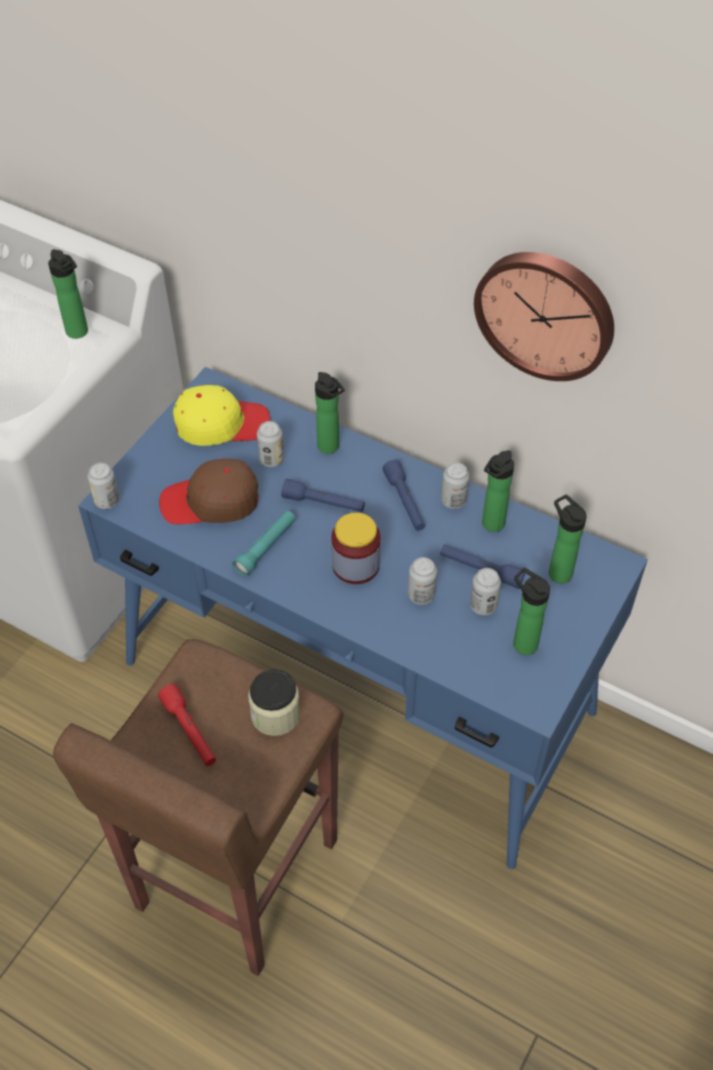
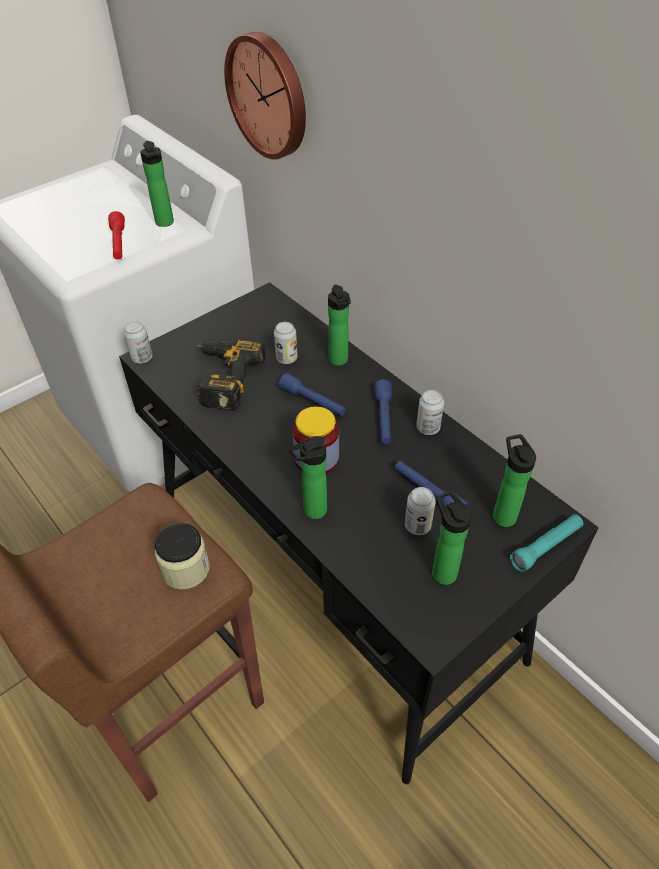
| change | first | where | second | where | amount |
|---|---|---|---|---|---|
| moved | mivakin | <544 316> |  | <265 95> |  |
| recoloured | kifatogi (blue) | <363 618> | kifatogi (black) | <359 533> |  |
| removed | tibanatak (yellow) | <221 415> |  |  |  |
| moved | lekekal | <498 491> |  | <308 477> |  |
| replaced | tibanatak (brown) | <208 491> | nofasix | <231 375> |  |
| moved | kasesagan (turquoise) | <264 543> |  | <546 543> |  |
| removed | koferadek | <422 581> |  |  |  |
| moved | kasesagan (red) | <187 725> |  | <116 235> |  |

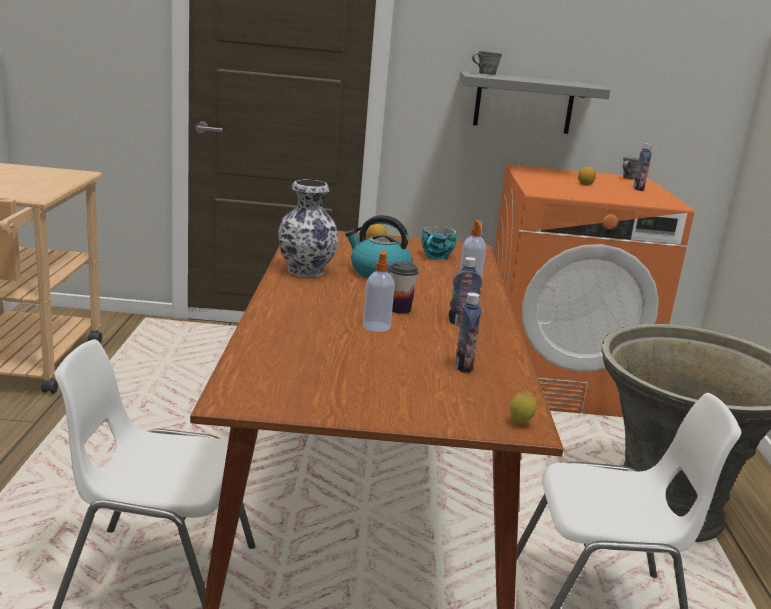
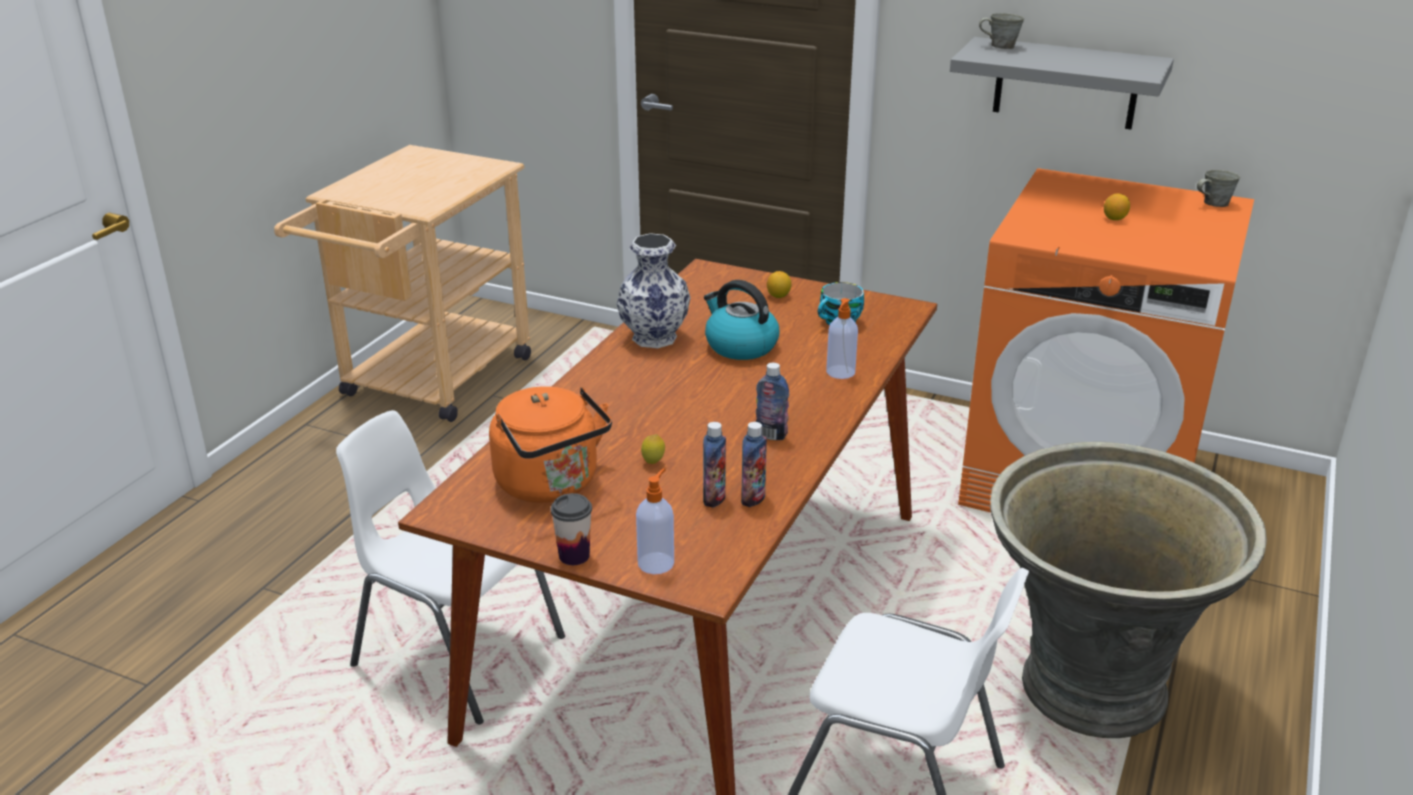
| change | first | where | second | where | amount |
|---|---|---|---|---|---|
| moved | lekekal | <642 167> |  | <754 464> |  |
| moved | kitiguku | <379 290> |  | <655 521> |  |
| moved | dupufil | <404 288> |  | <571 529> |  |
| moved | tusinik | <523 407> |  | <653 449> |  |
| added |  |  | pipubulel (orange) | <550 444> |  |

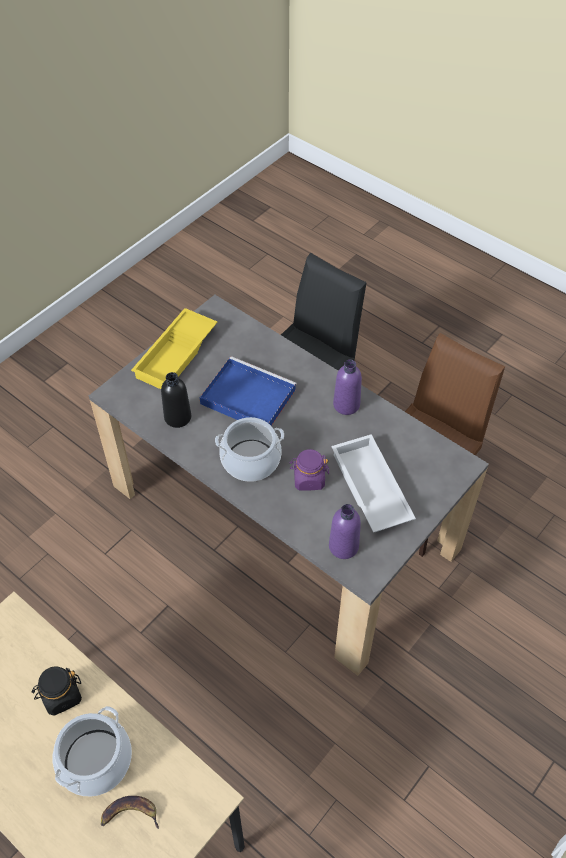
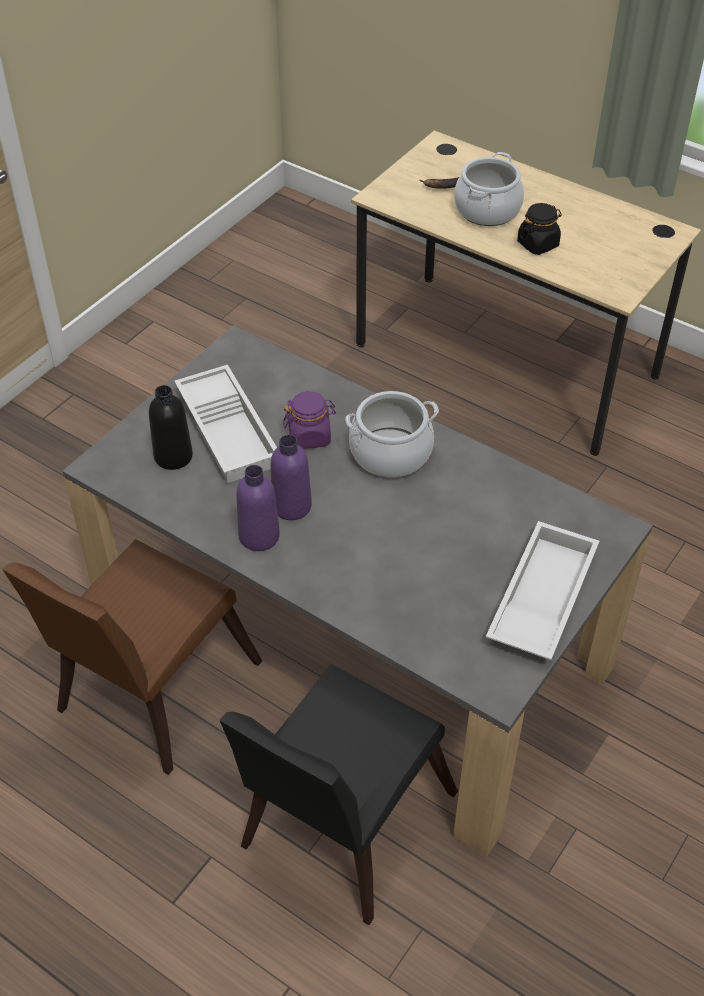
| change | first | where | second | where | amount |
|---|---|---|---|---|---|
| recoloured | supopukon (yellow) | <174 348> | supopukon (white) | <543 590> |  |
| removed | supopukon (blue) | <248 391> |  |  |  |
| moved | lekekal (black) | <176 400> |  | <171 427> |  |
| moved | lekekal (purple) | <345 531> |  | <291 477> |  |

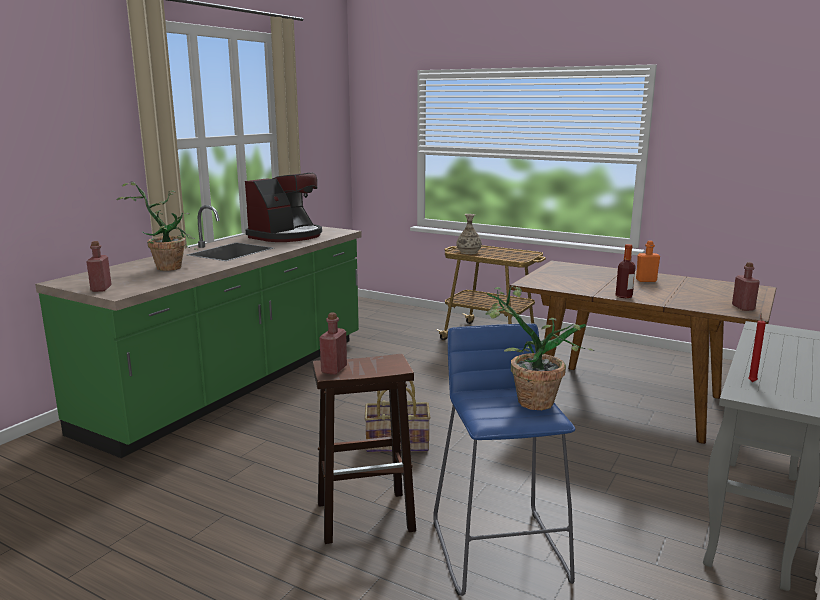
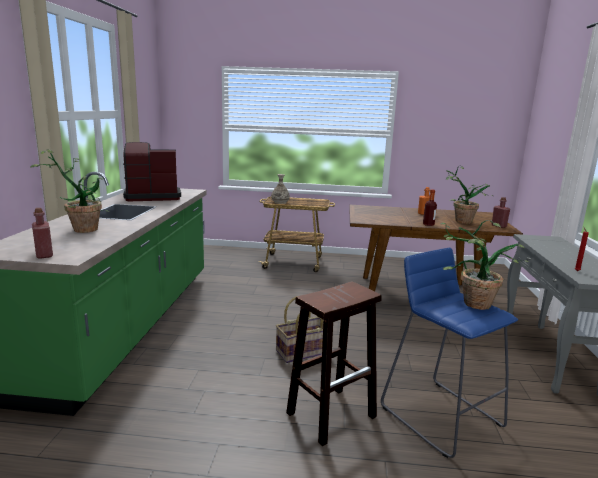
| change | first | where | second | where | amount |
|---|---|---|---|---|---|
| turned | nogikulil | <283 207> |  | <152 171> | 120 degrees counterclockwise |
| removed | lekekal (red) | <333 344> |  |  |  |
| added |  |  | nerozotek | <469 195> |  |

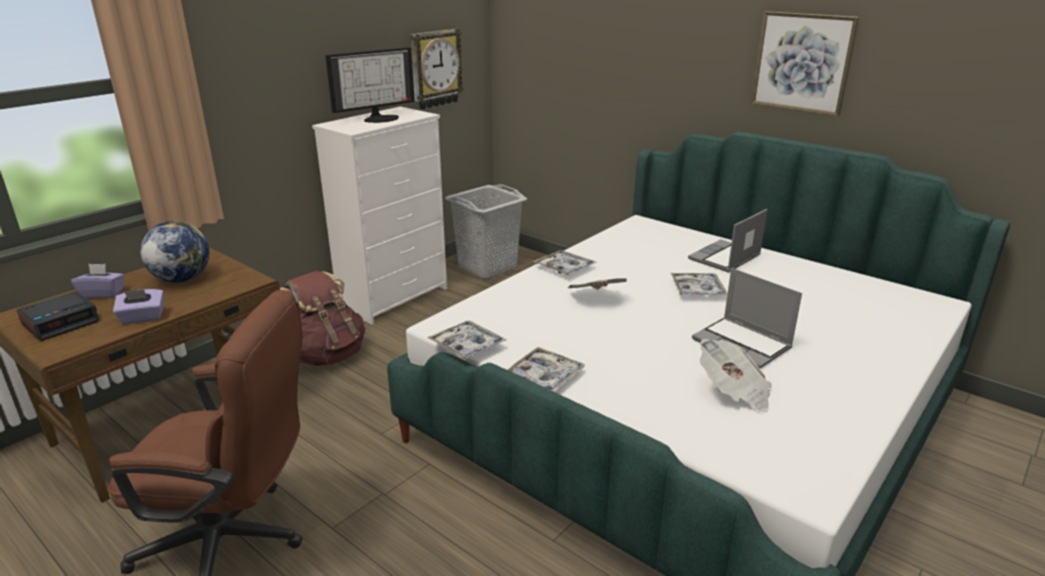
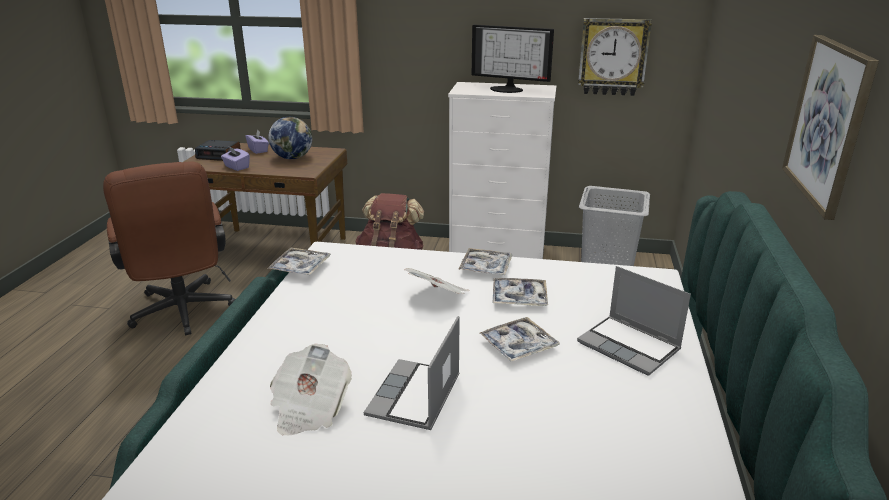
| change | first | where | second | where | amount |
|---|---|---|---|---|---|
| turned | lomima | <727 241> |  | <634 321> | 150 degrees counterclockwise |
| moved | supopukon | <546 369> |  | <520 292> |  |

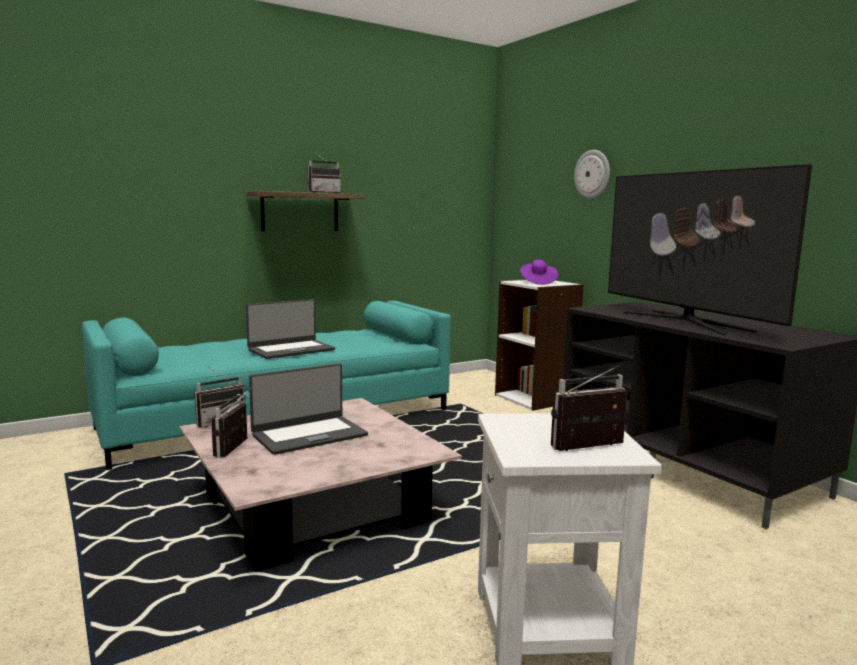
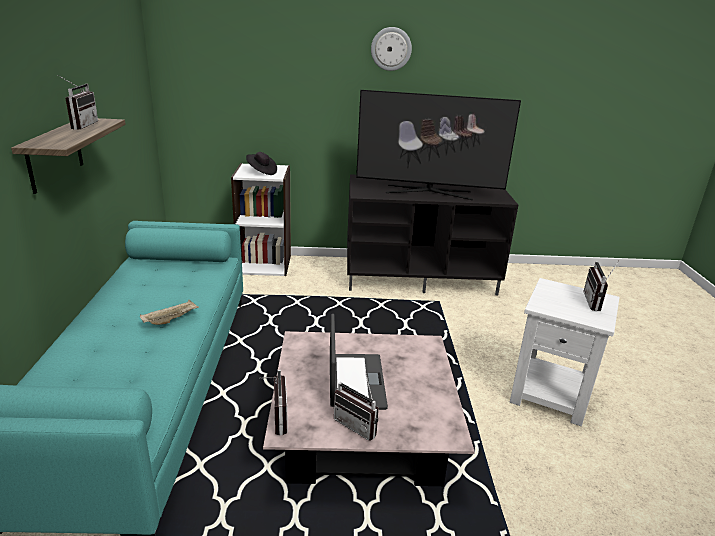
| change | first | where | second | where | amount |
|---|---|---|---|---|---|
| moved | mivakin | <592 174> |  | <391 49> |  |
| recoloured | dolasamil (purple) | <539 272> | dolasamil (black) | <261 163> |  |
| replaced | lomima | <290 329> | supopukon (beige) | <169 312> |  |

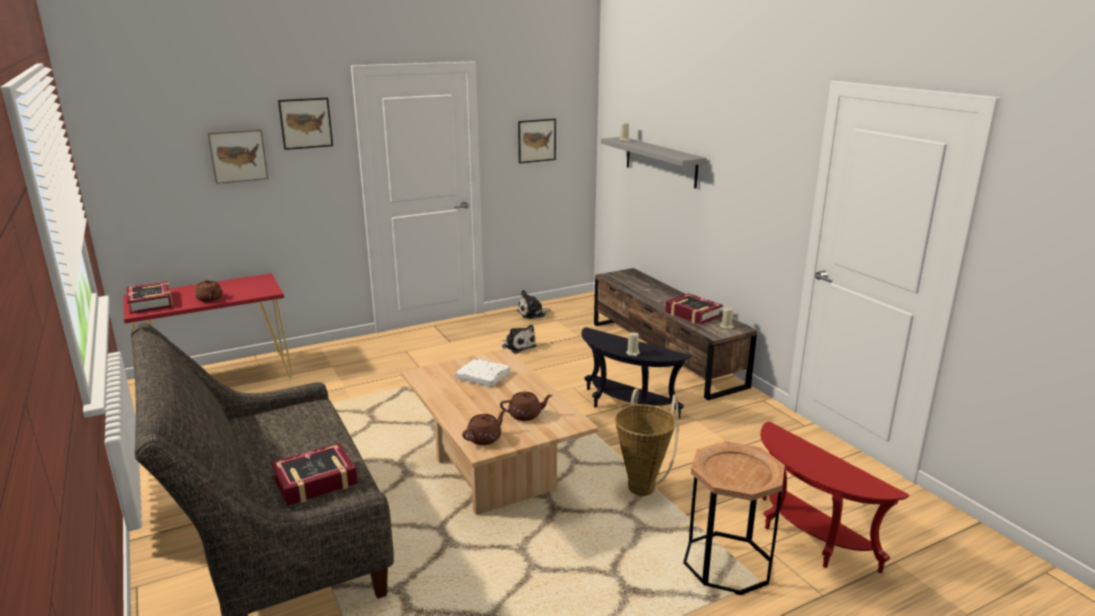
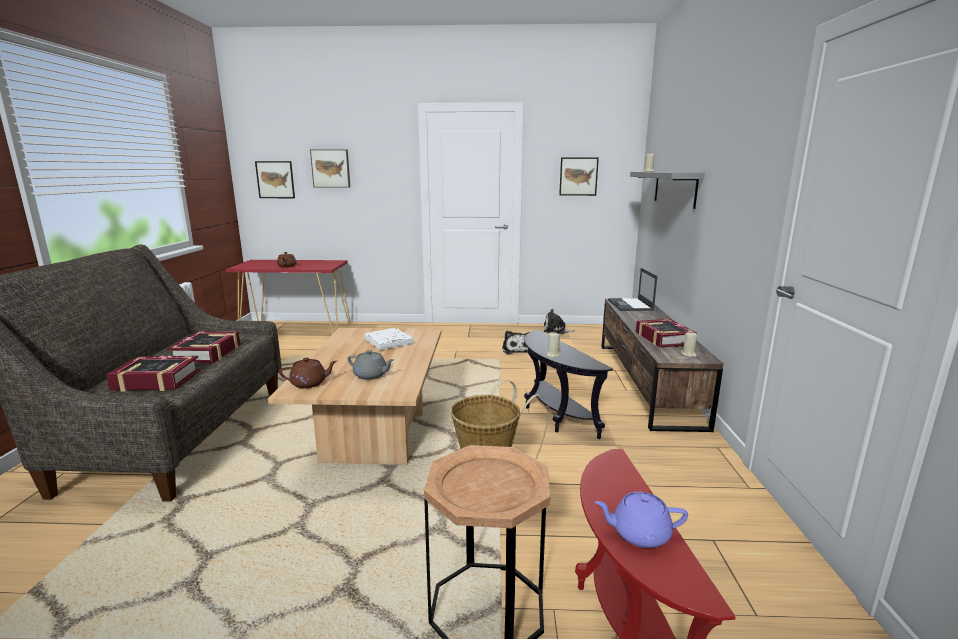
| change | first | where | second | where | amount |
|---|---|---|---|---|---|
| moved | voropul | <305 124> |  | <275 179> |  |
| moved | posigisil | <150 297> |  | <203 347> |  |
| recoloured | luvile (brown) | <526 406> | luvile (grey) | <371 365> |  |
| added |  |  | lomima | <632 289> |  |
| added |  |  | luvile (purple) | <641 520> |  |

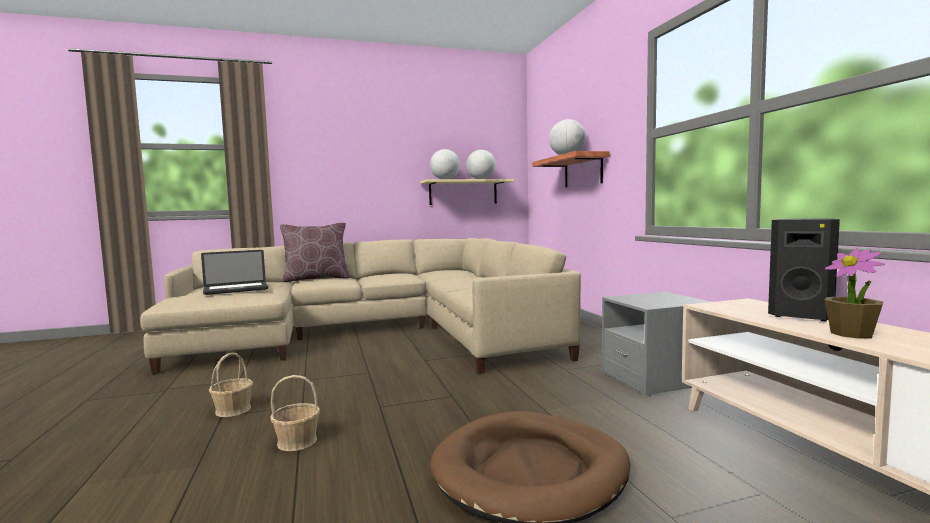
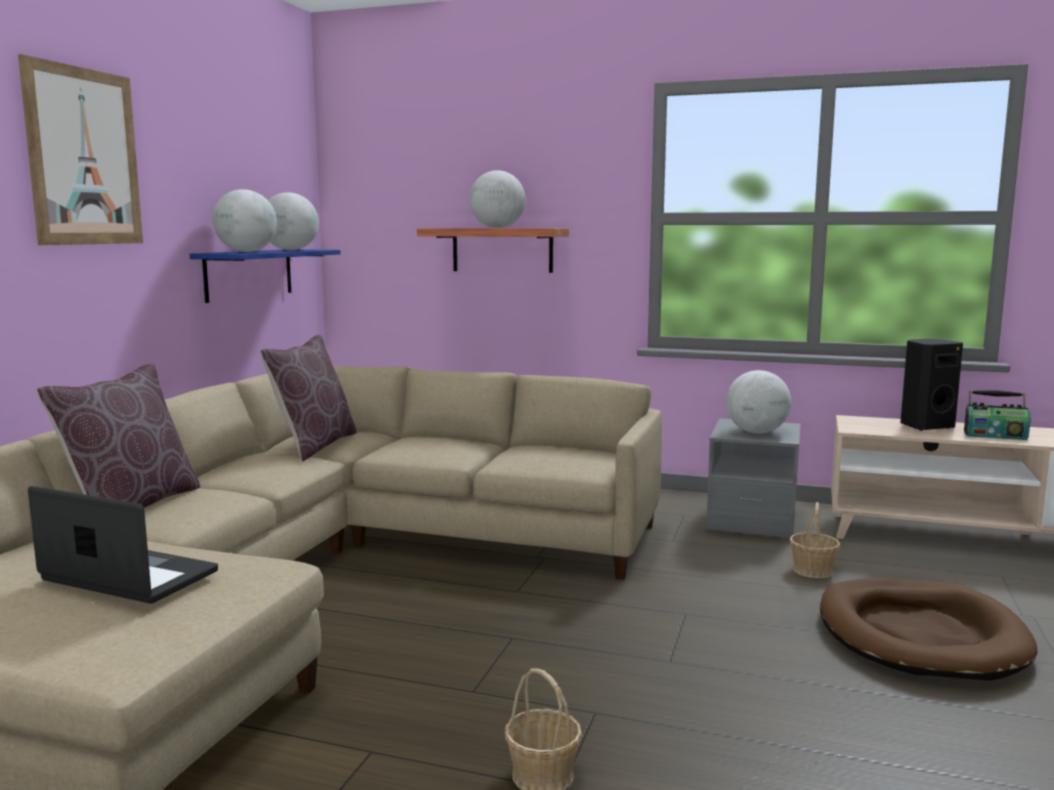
| change | first | where | second | where | amount |
|---|---|---|---|---|---|
| recoloured | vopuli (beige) | <467 192> | vopuli (blue) | <265 276> |  |
| replaced | nerozotek | <855 293> | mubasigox | <997 415> |  |
| turned | lomima | <234 272> |  | <123 545> | 75 degrees counterclockwise |
| moved | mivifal | <295 413> |  | <814 540> |  |
| added |  |  | voropul | <80 149> |  |
| added |  |  | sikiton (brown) | <308 398> |  |
| added |  |  | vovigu | <758 402> |  |

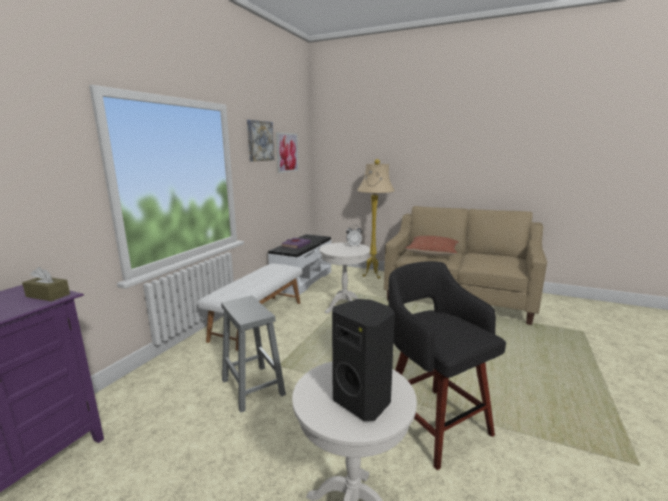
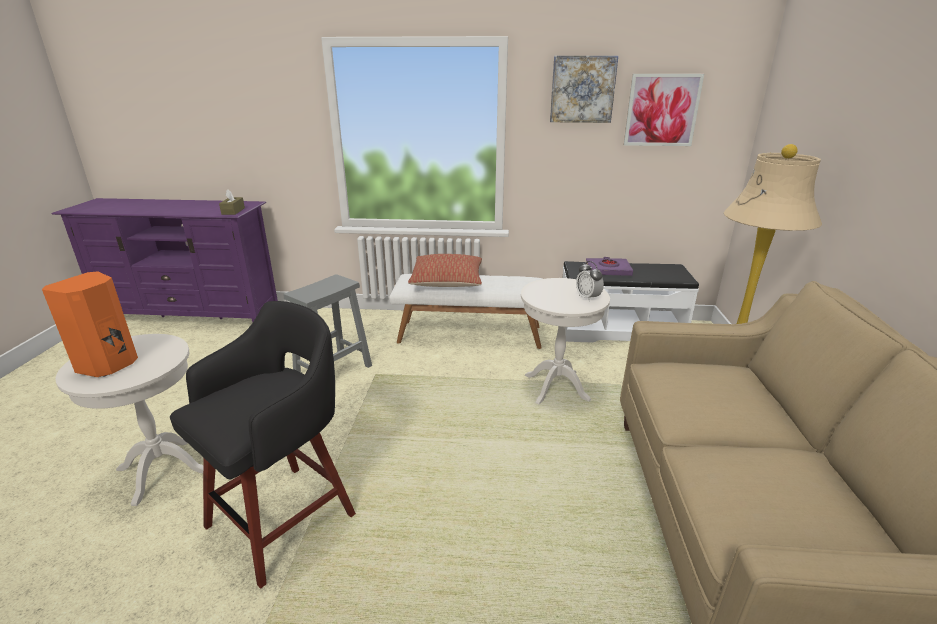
| change | first | where | second | where | amount |
|---|---|---|---|---|---|
| moved | sikiton | <432 246> |  | <445 270> |  |
| recoloured | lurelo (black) | <363 360> | lurelo (orange) | <90 324> |  |

